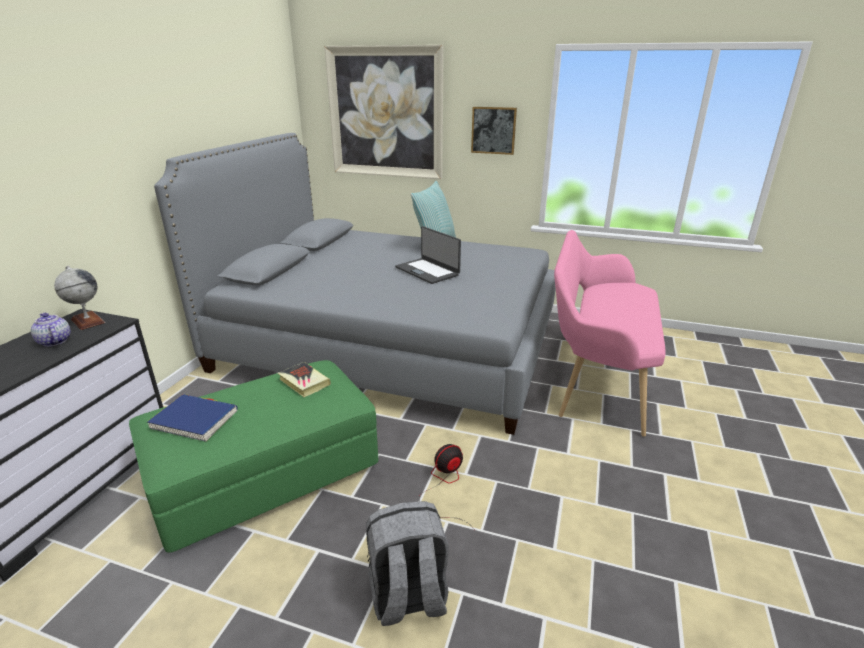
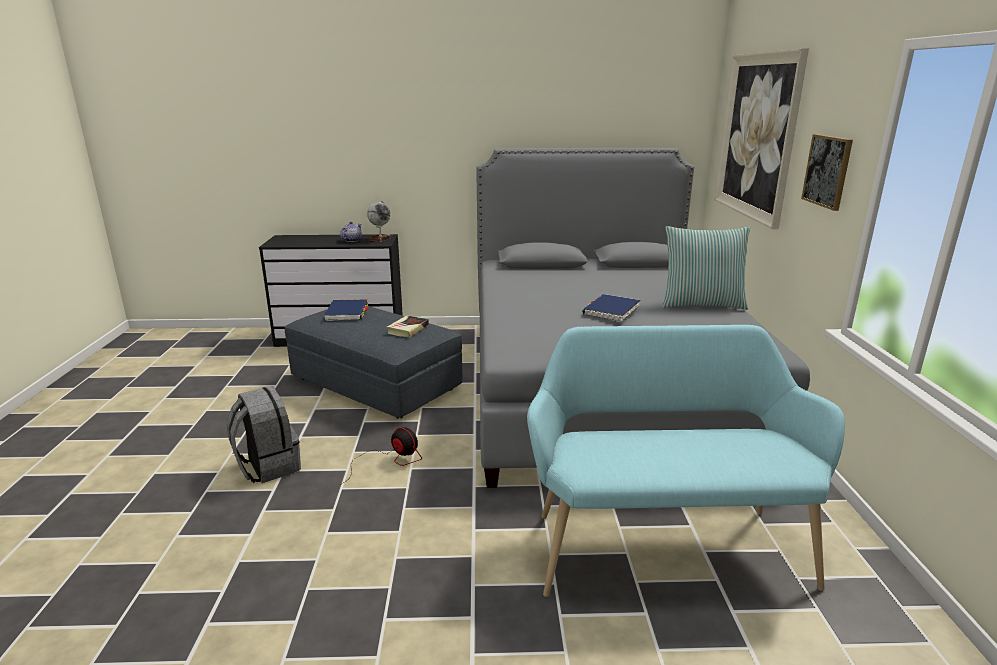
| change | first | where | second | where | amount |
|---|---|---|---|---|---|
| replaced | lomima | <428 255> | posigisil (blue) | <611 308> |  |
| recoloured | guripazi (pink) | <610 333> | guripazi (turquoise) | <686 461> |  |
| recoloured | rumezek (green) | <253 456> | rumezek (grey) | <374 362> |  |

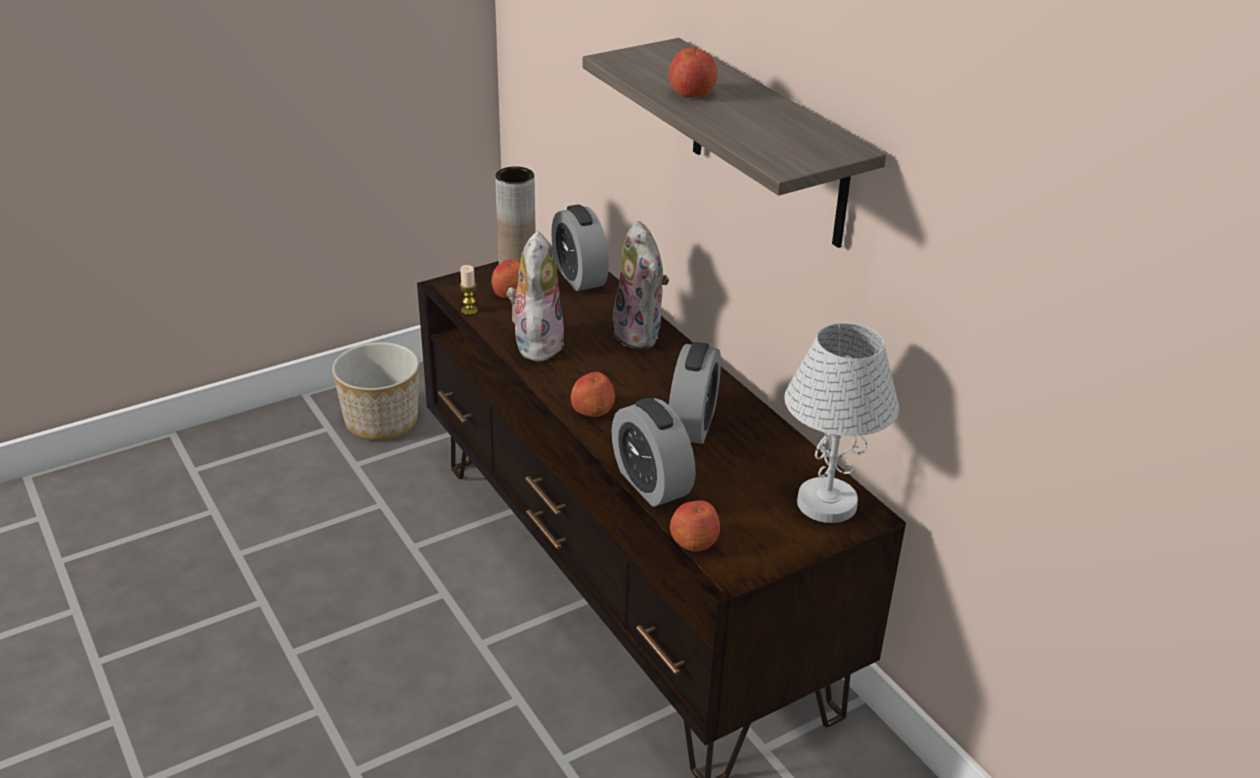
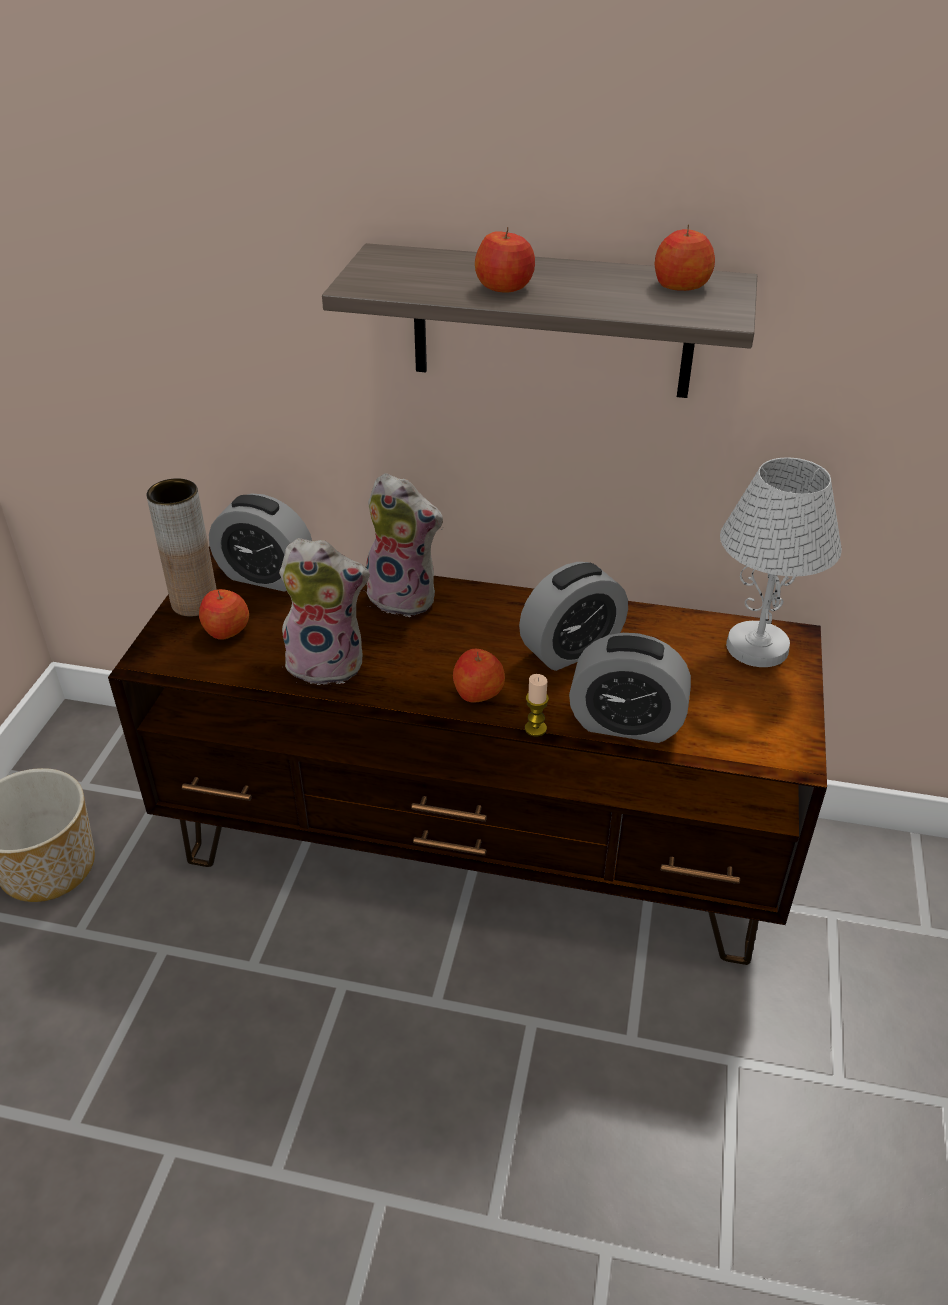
| change | first | where | second | where | amount |
|---|---|---|---|---|---|
| turned | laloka | <535 296> |  | <324 611> | 135 degrees clockwise |
| moved | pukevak | <469 290> |  | <537 705> |  |
| turned | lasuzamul | <695 393> |  | <573 616> | 90 degrees clockwise |
| moved | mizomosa | <695 526> |  | <685 257> |  |

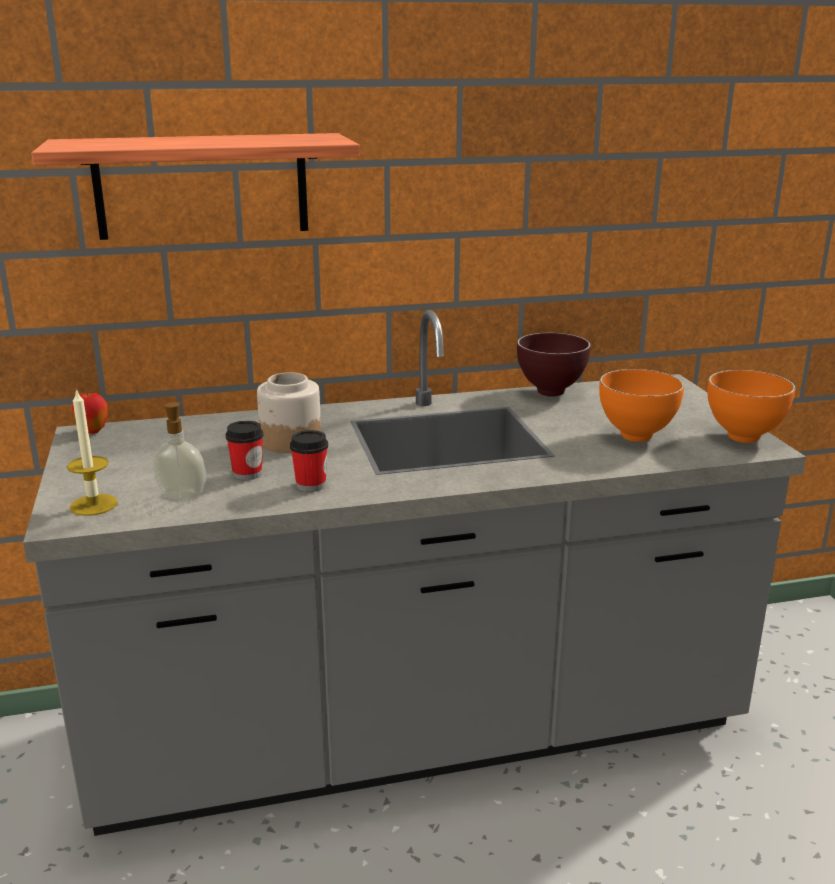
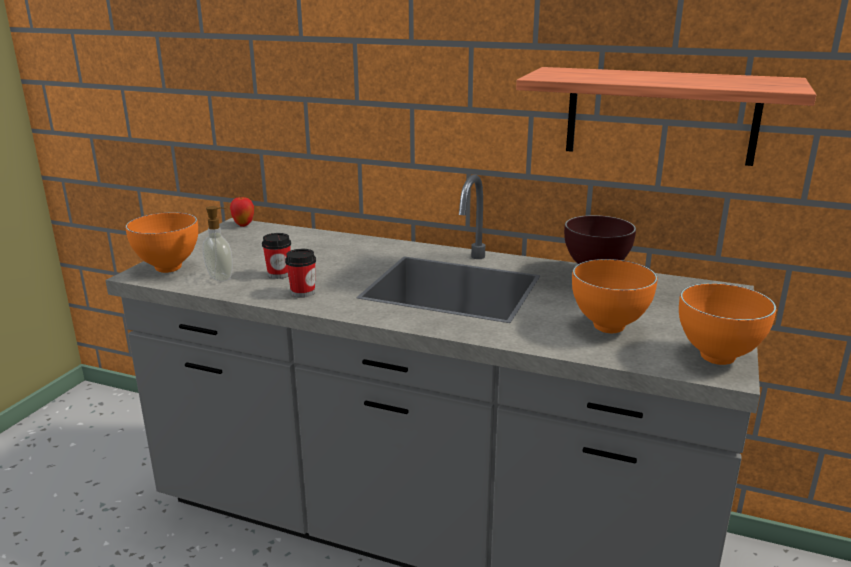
| change | first | where | second | where | amount |
|---|---|---|---|---|---|
| moved | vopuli | <195 186> |  | <666 116> |  |
| removed | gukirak | <289 413> |  |  |  |
| replaced | pukevak | <92 452> | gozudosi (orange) | <161 242> |  |

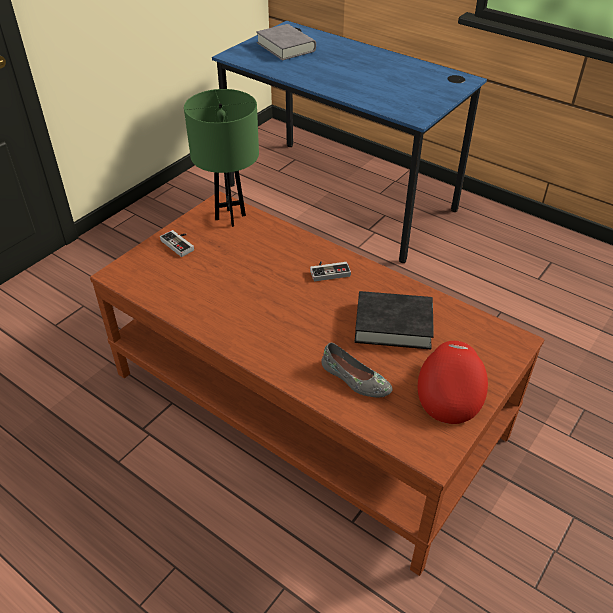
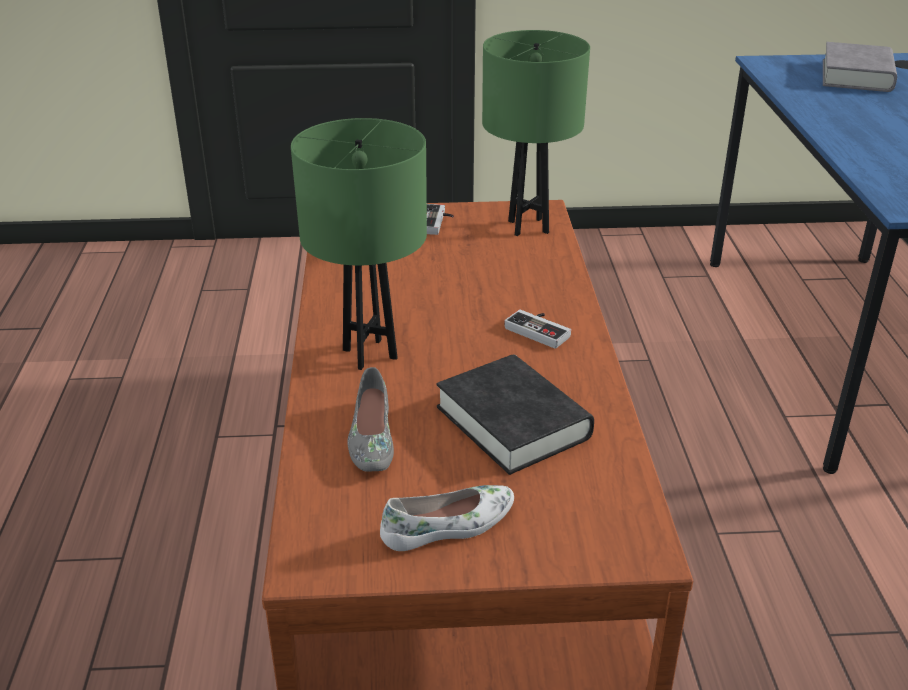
| change | first | where | second | where | amount |
|---|---|---|---|---|---|
| replaced | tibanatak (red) | <453 382> | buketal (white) | <447 518> |  |
| added |  |  | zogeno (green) | <359 244> |  |

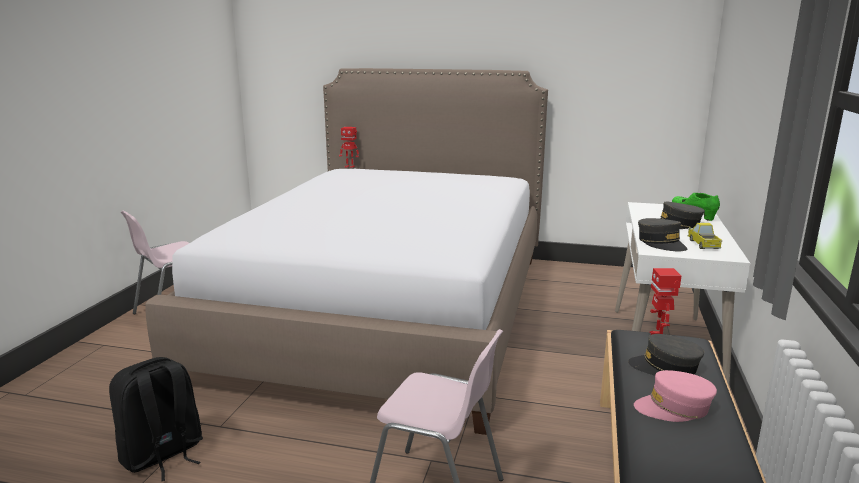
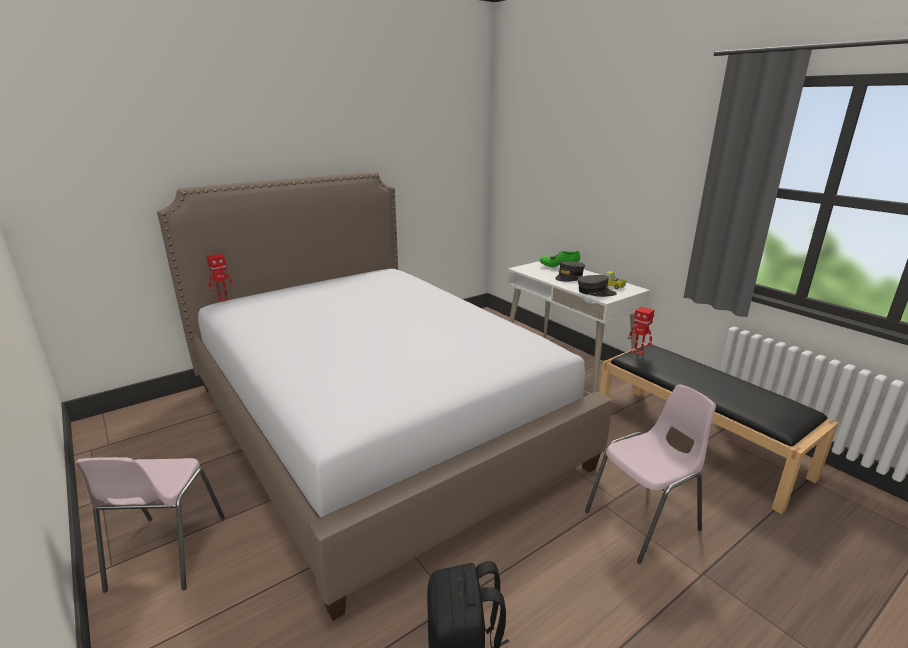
| change | first | where | second | where | amount |
|---|---|---|---|---|---|
| removed | tibanatak (grey) | <666 355> |  |  |  |
| removed | tibanatak (pink) | <675 396> |  |  |  |

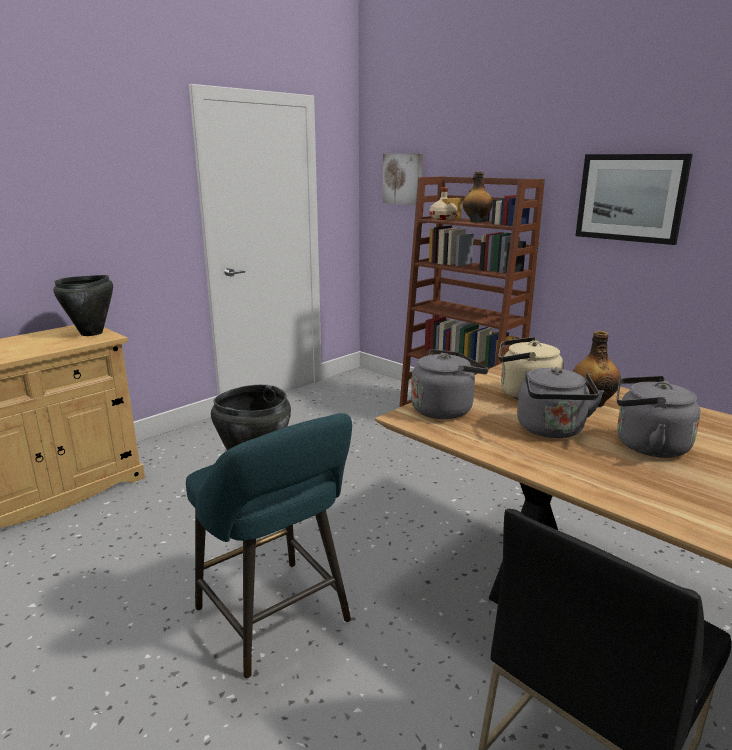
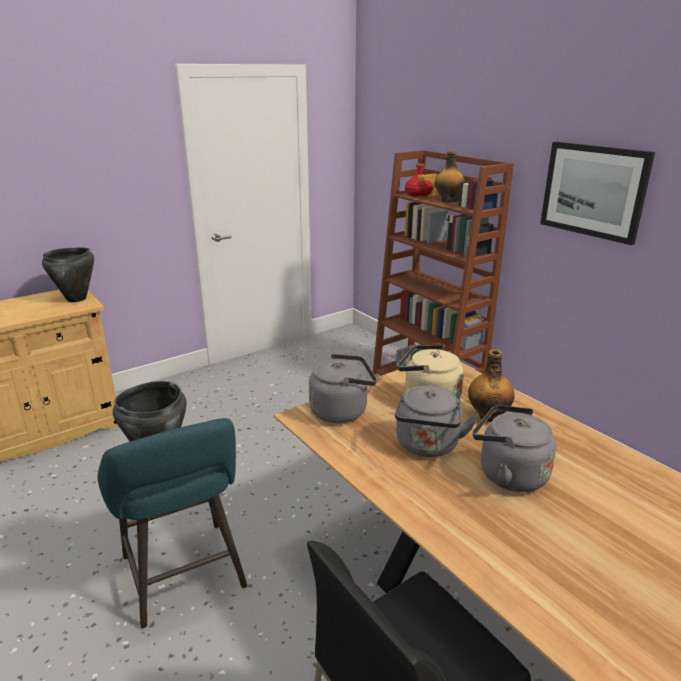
| change | first | where | second | where | amount |
|---|---|---|---|---|---|
| removed | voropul | <403 179> |  |  |  |
| recoloured | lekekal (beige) | <443 203> | lekekal (red) | <419 180> |  |

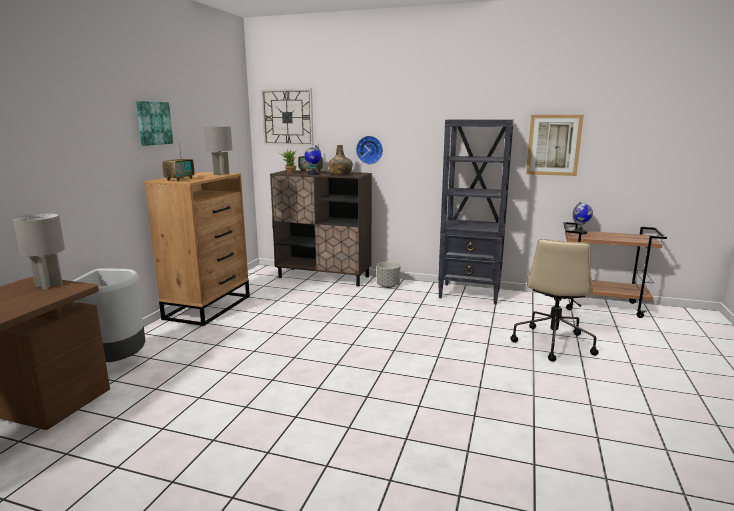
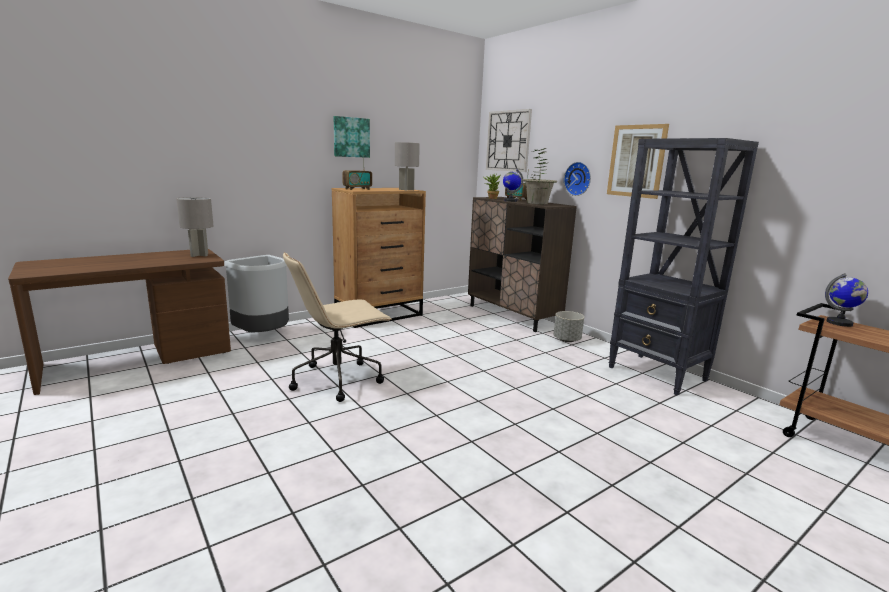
| change | first | where | second | where | amount |
|---|---|---|---|---|---|
| moved | voropul | <555 145> |  | <638 161> |  |
| replaced | lekekal (green) | <340 160> | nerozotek | <539 176> |  |
| moved | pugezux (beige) | <554 300> |  | <337 327> |  |

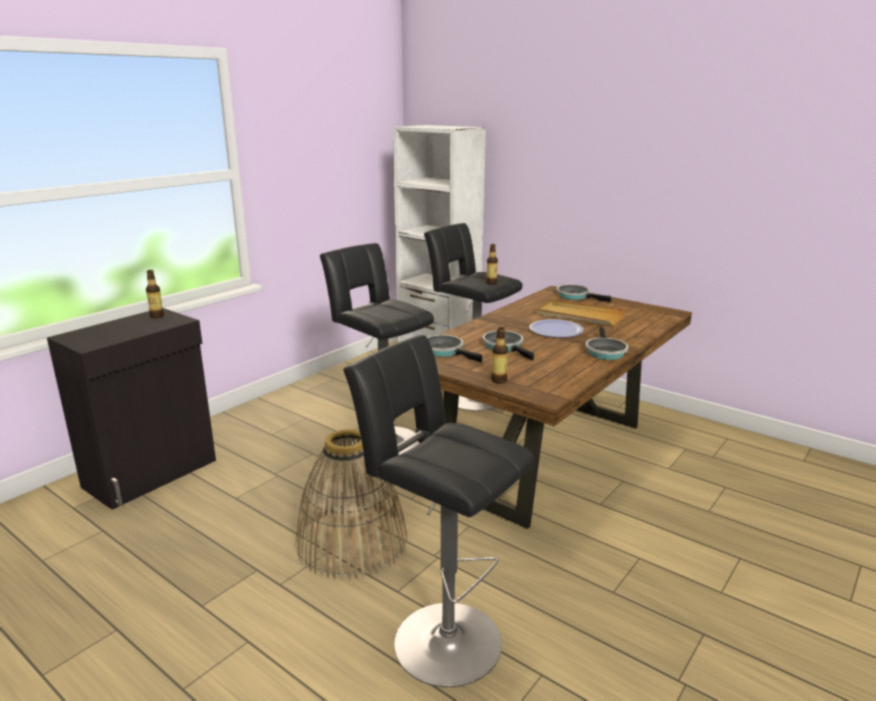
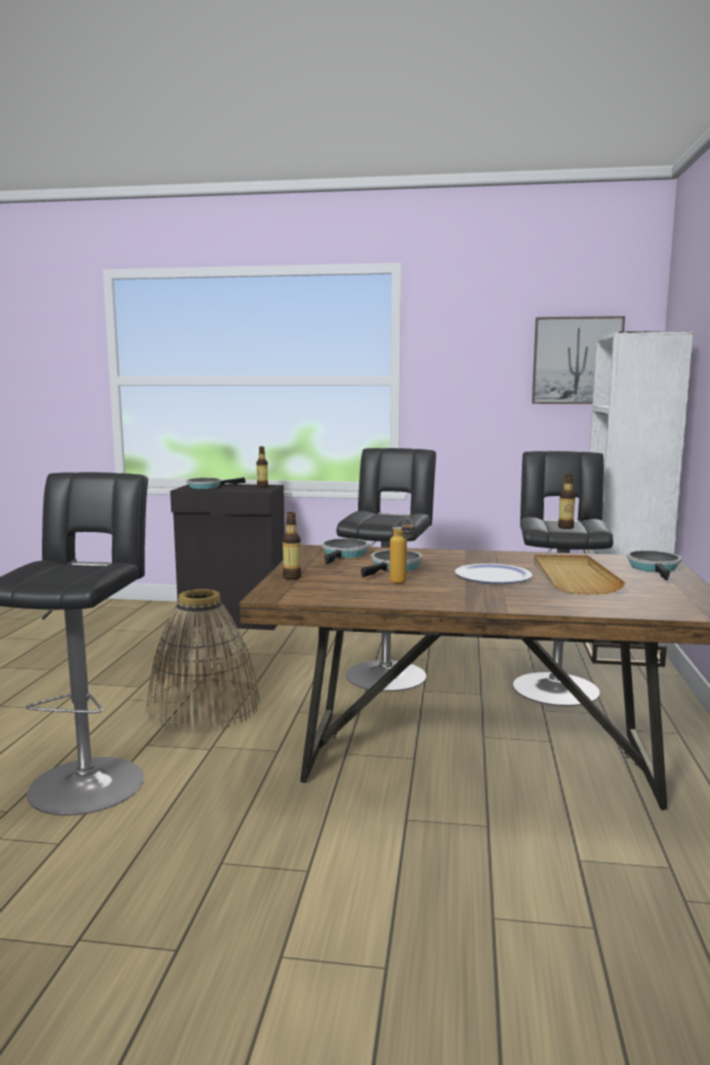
| change | first | where | second | where | amount |
|---|---|---|---|---|---|
| moved | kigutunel | <606 343> |  | <216 483> |  |
| added |  |  | voropul | <578 360> |  |
| added |  |  | lekekal | <402 550> |  |

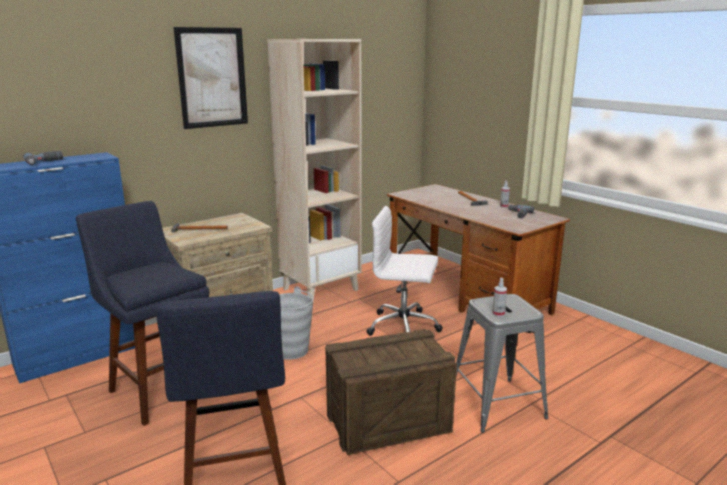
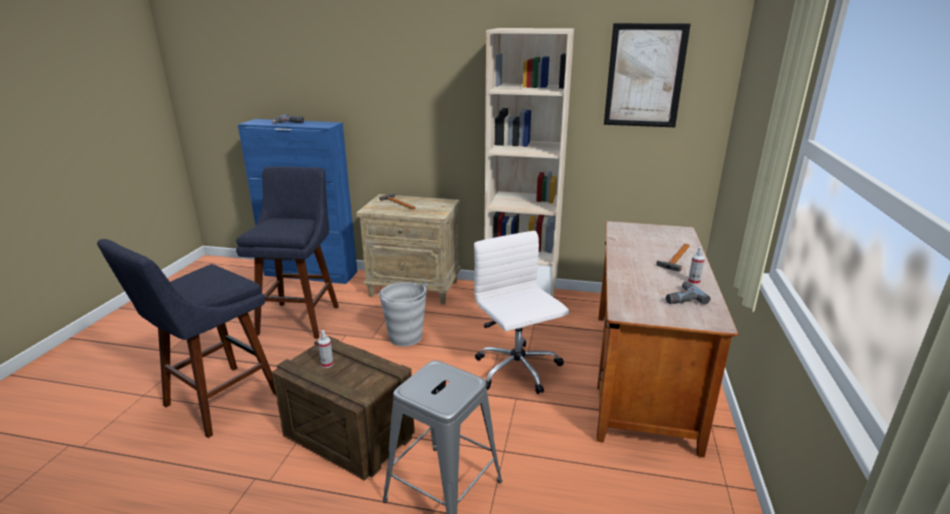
| change | first | where | second | where | amount |
|---|---|---|---|---|---|
| moved | voropul | <210 78> |  | <647 75> |  |
| moved | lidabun | <499 297> |  | <326 349> |  |

